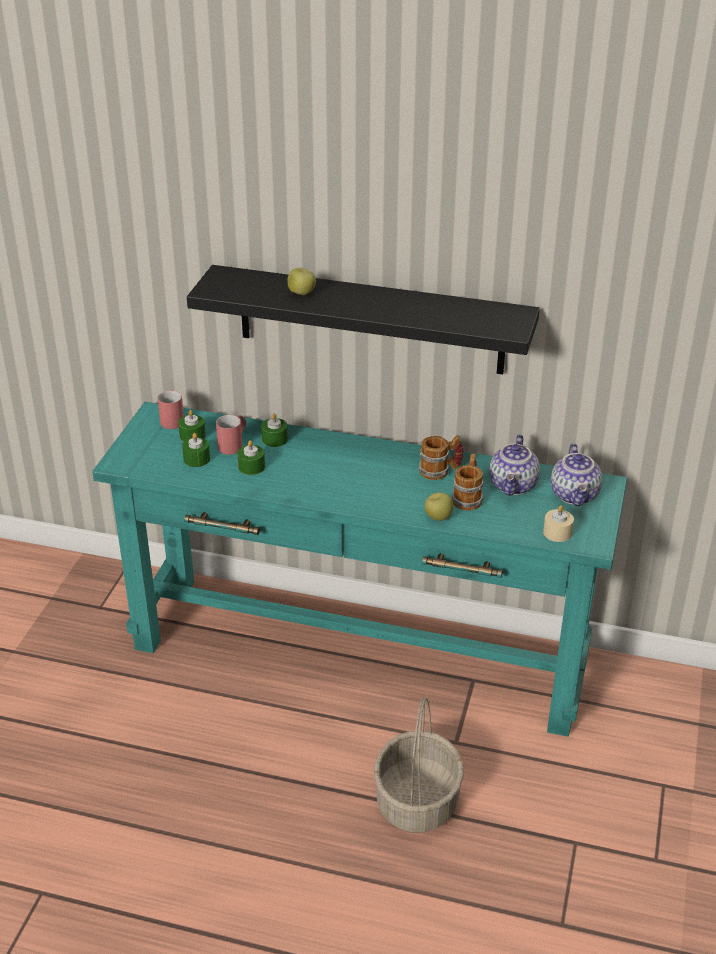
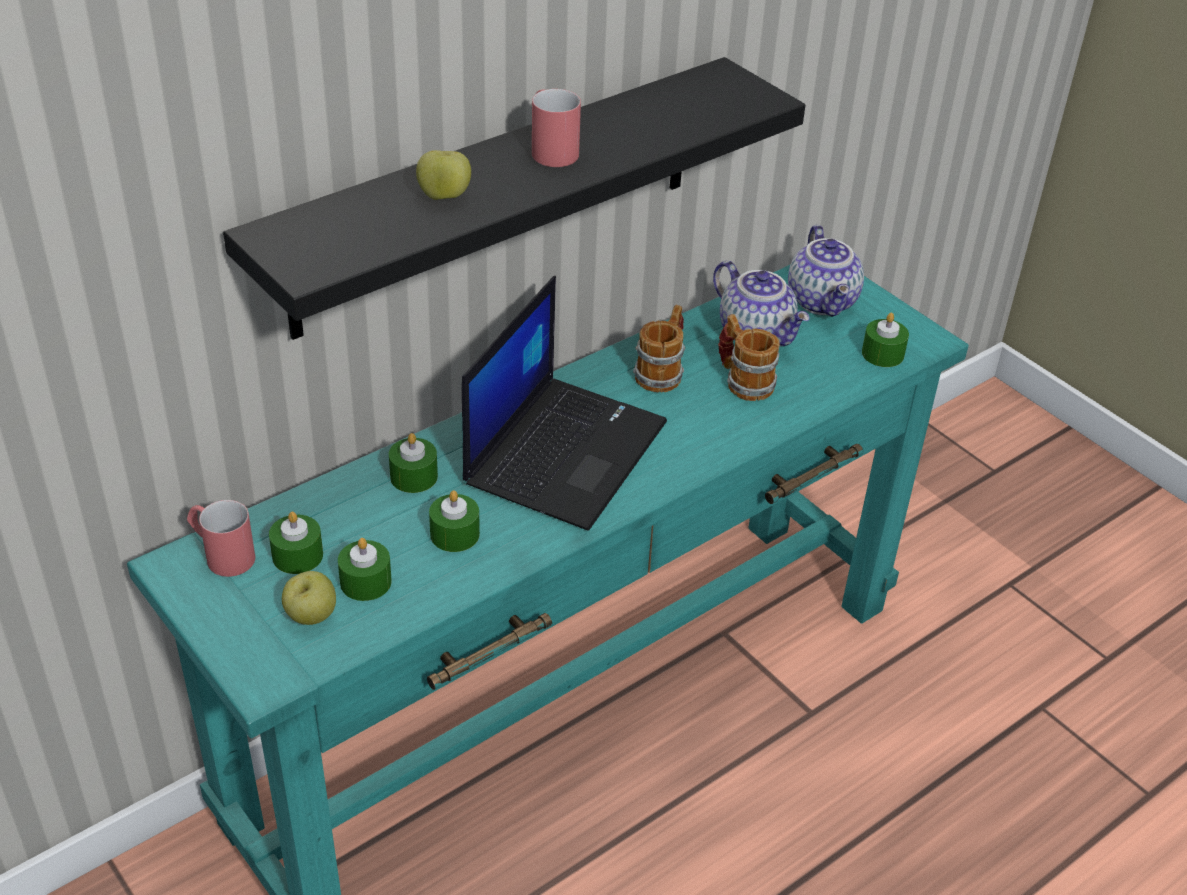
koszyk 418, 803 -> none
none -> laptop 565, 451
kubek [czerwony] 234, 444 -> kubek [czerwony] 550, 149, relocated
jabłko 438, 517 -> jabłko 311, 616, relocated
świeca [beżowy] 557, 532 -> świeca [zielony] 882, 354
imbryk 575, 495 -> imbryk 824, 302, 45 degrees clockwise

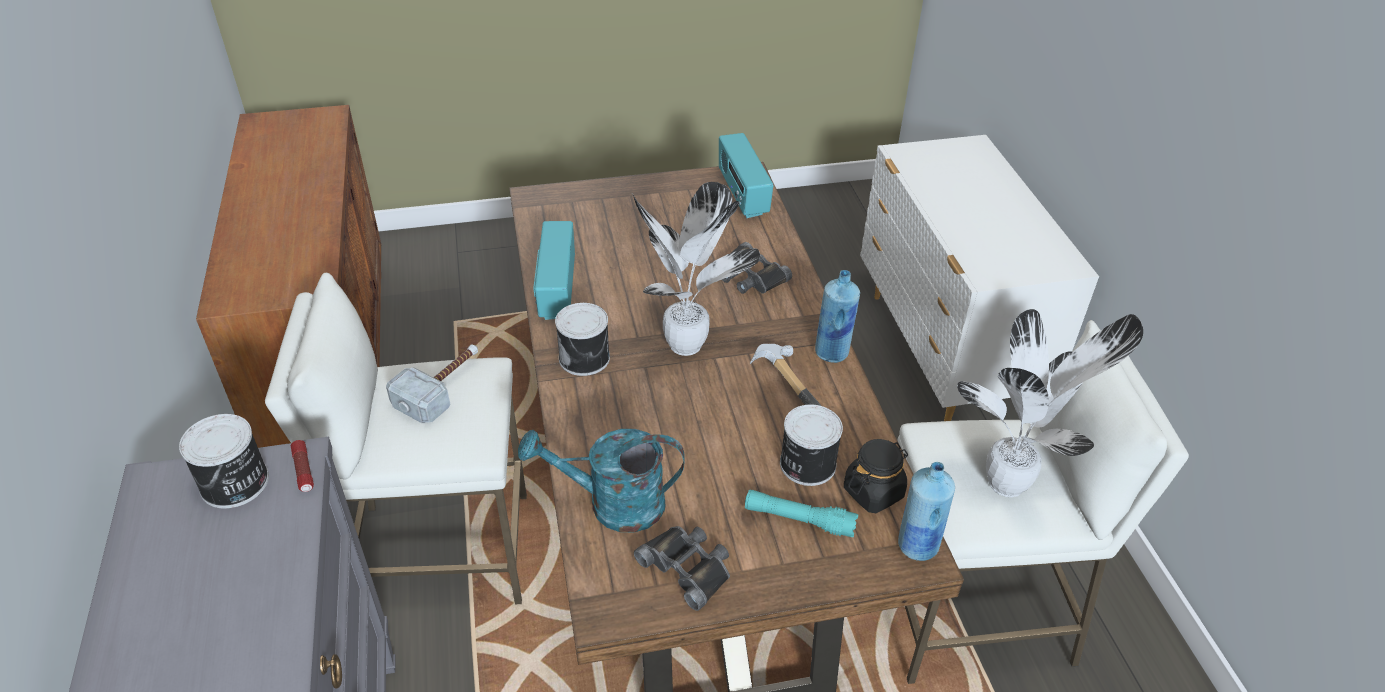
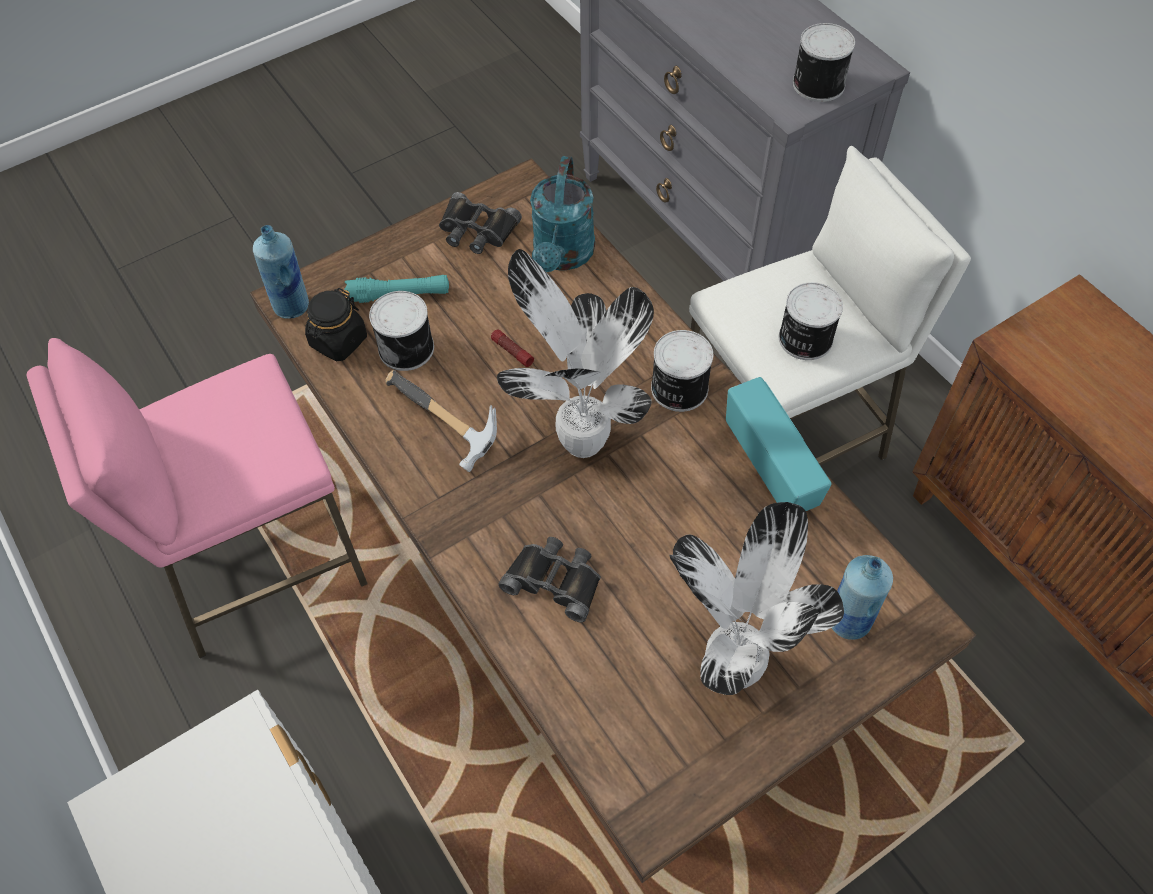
radio 742, 195 -> none
latarka 304, 471 -> latarka 512, 352, relocated
butelka [niebieski] 832, 352 -> butelka [niebieski] 848, 621, relocated
roślina doniczkowa 1010, 485 -> roślina doniczkowa 727, 670, relocated
młotek 443, 387 -> puszka 804, 339
stołek [biały] 973, 614 -> stołek [różowy] 260, 565
konewka [turkusowy] 612, 505 -> konewka [turkusowy] 562, 256, 120 degrees clockwise

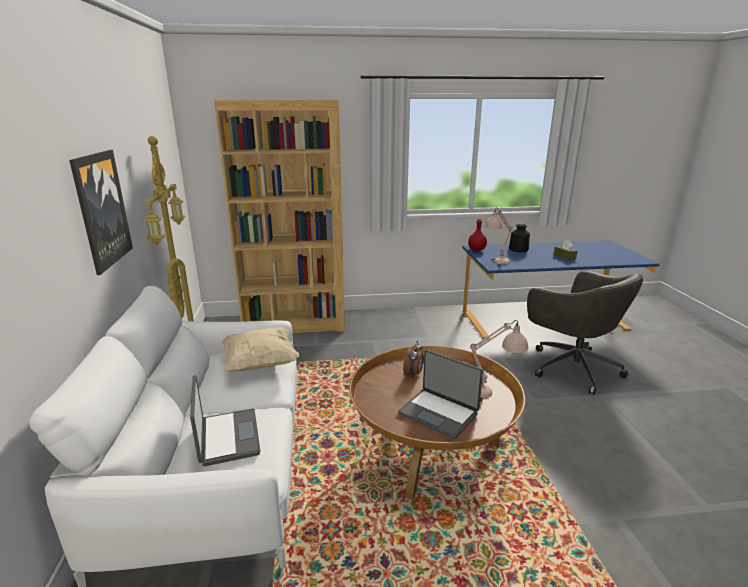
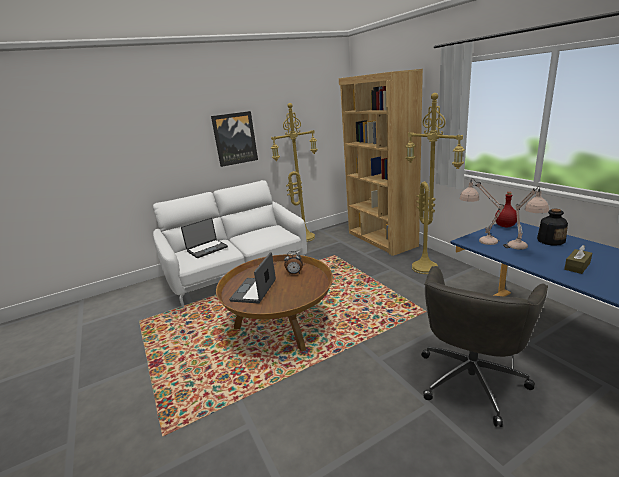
poduszka [beżowy] 260, 363 -> none
none -> lampa stojąca [żółty] 426, 268
lampa stołowa [beżowy] 493, 394 -> lampa stołowa [beżowy] 522, 249, relocated

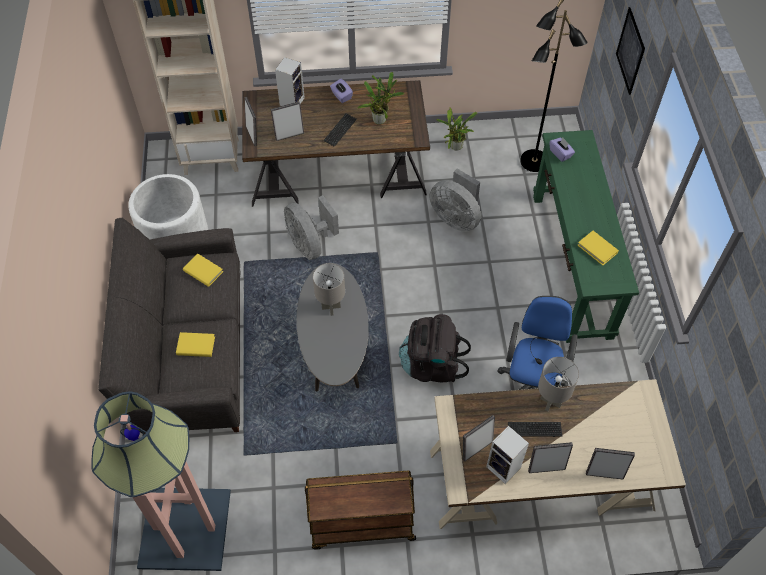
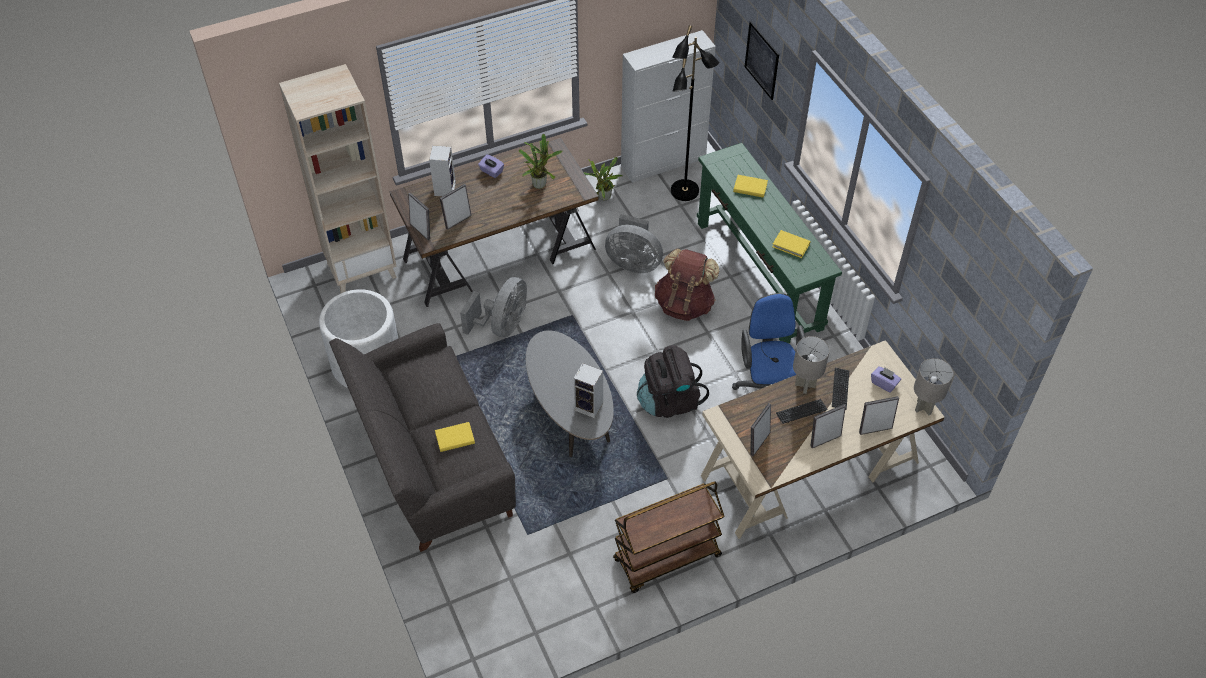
lampa stojąca 184, 529 -> none
none -> szafka [biały] 664, 162
none -> plecak [brązowy] 684, 304
książka [żółty] 203, 271 -> książka [żółty] 750, 188, relocated
lampa stołowa [szary] 331, 307 -> lampa stołowa [szary] 923, 408, relocated
klawiatura 340, 130 -> klawiatura 840, 389, relocated
głośnik 504, 468 -> głośnik 590, 406, relocated
pudełko chusteczek [fioletowy] 560, 154 -> pudełko chusteczek [fioletowy] 884, 383, relocated
wentylator [szary] 310, 244 -> wentylator [szary] 502, 326, 105 degrees counterclockwise

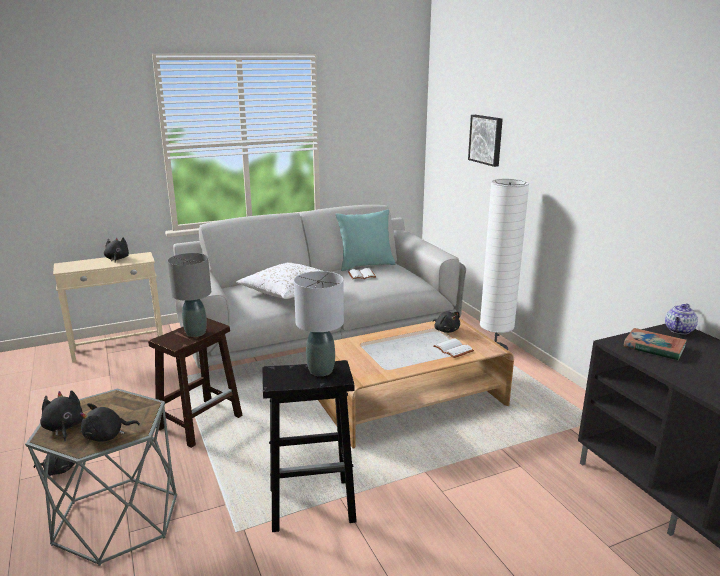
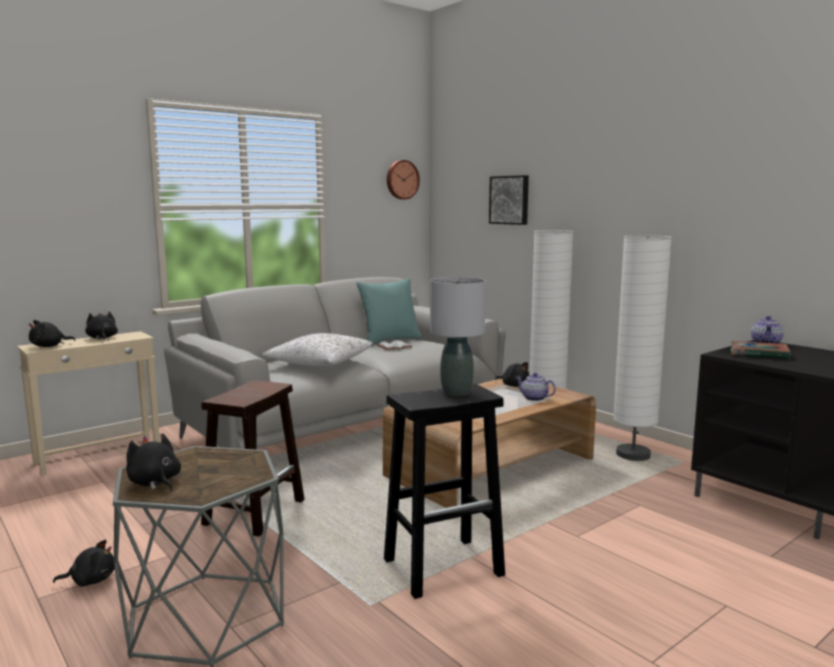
lampa stołowa [szary] 195, 333 -> none
none -> zegar ścienny 401, 179
none -> lampa stojąca [biały] 633, 455
pluszak [czarny] 107, 436 -> pluszak [czarny] 49, 346, relocated
książka [biały] 452, 349 -> imbryk 533, 398

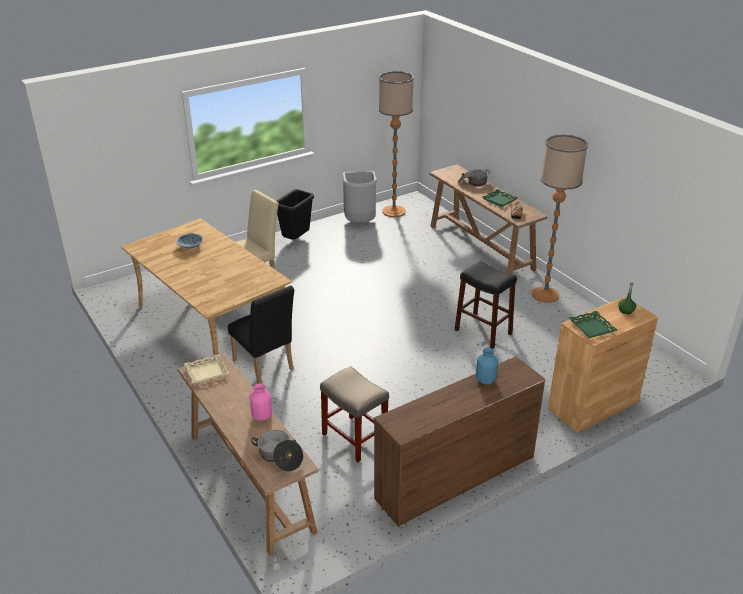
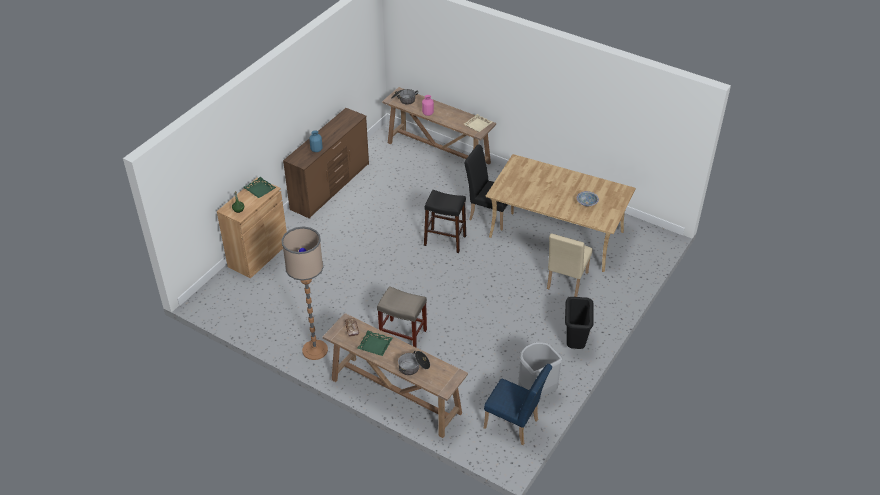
stołek [beżowy] 355, 439 -> stołek [beżowy] 402, 334, relocated
stołek [czarny] 483, 332 -> stołek [czarny] 445, 240, relocated
lampa stojąca 394, 211 -> krzesło [niebieski] 514, 426

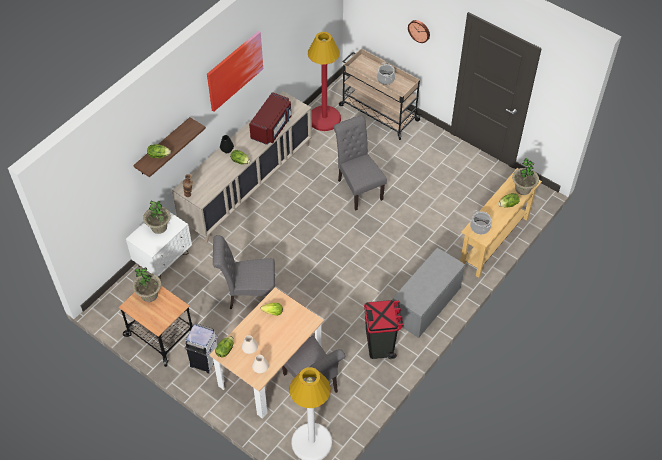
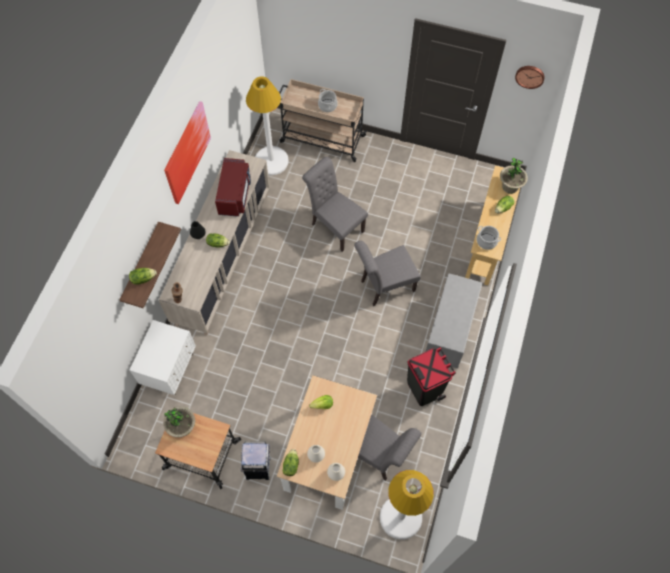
roślina doniczkowa 159, 227 -> none
krzesło [szary] 248, 295 -> krzesło [szary] 384, 286, relocated
zegar ścienny 419, 30 -> zegar ścienny 530, 76, relocated
lampa stojąca [czerwony] 324, 119 -> lampa stojąca [biały] 271, 161

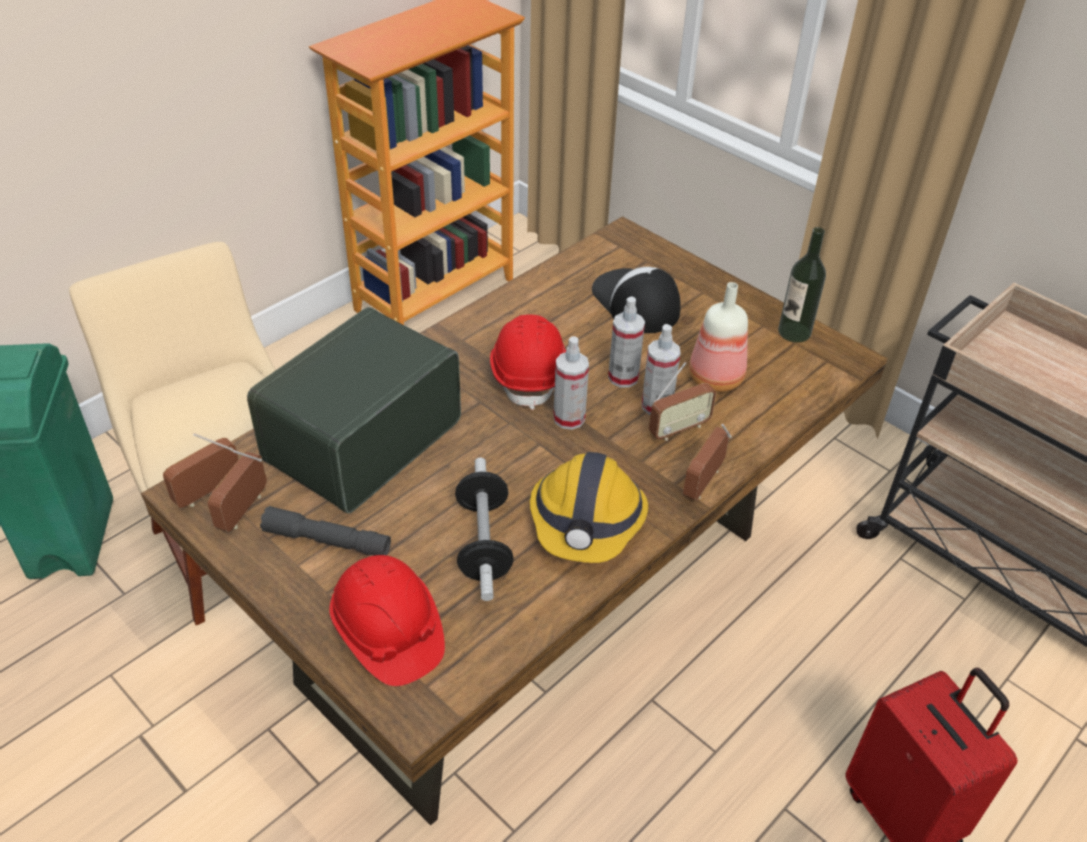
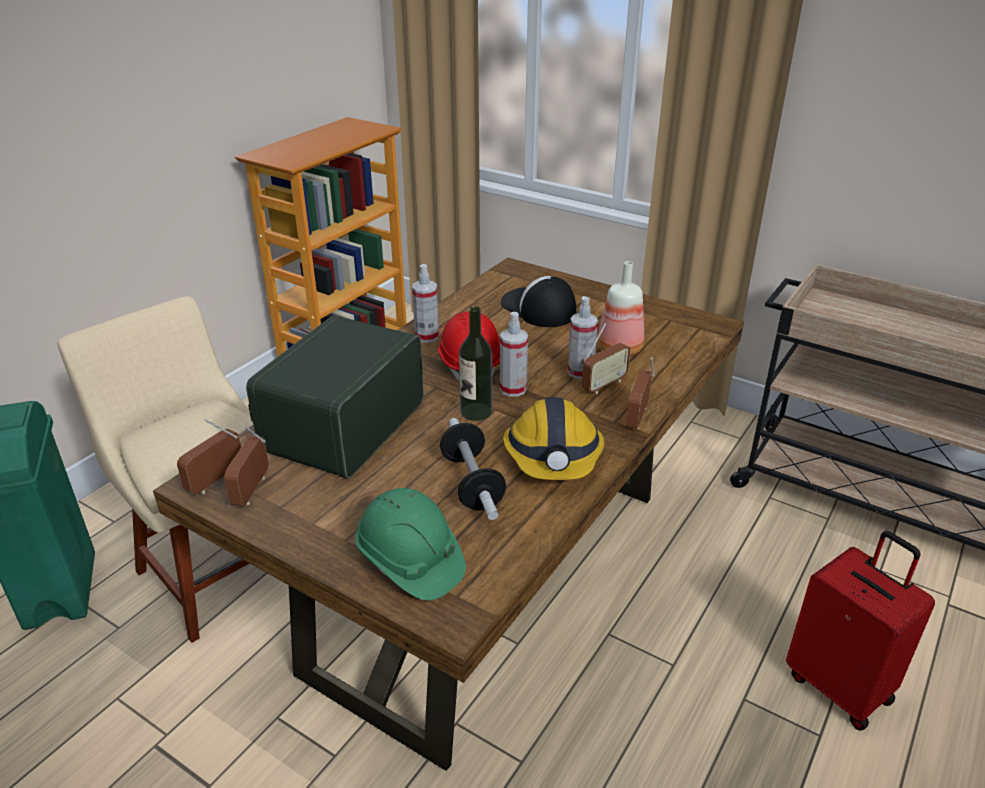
latarka [szary] 327, 541 -> none
spryskiwacz 623, 377 -> spryskiwacz 427, 336, relocated
butelka 794, 332 -> butelka 476, 411, relocated
kask [czerwony] 387, 633 -> kask [zielony] 410, 562

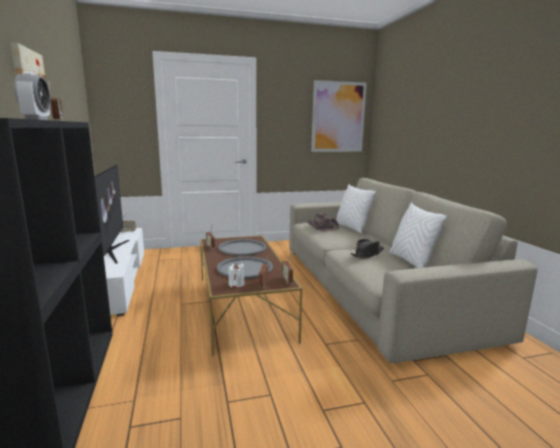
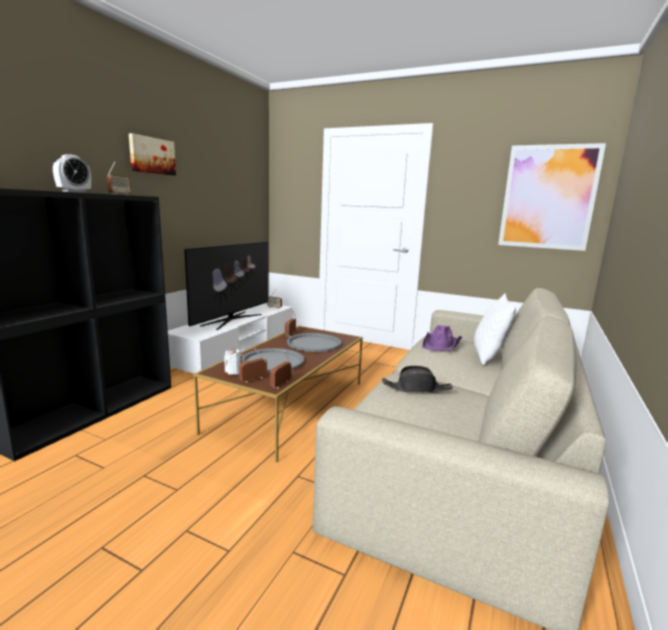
poduszka [biały] 411, 261 -> none
kapelusz [brązowy] 323, 227 -> kapelusz [fioletowy] 441, 344

